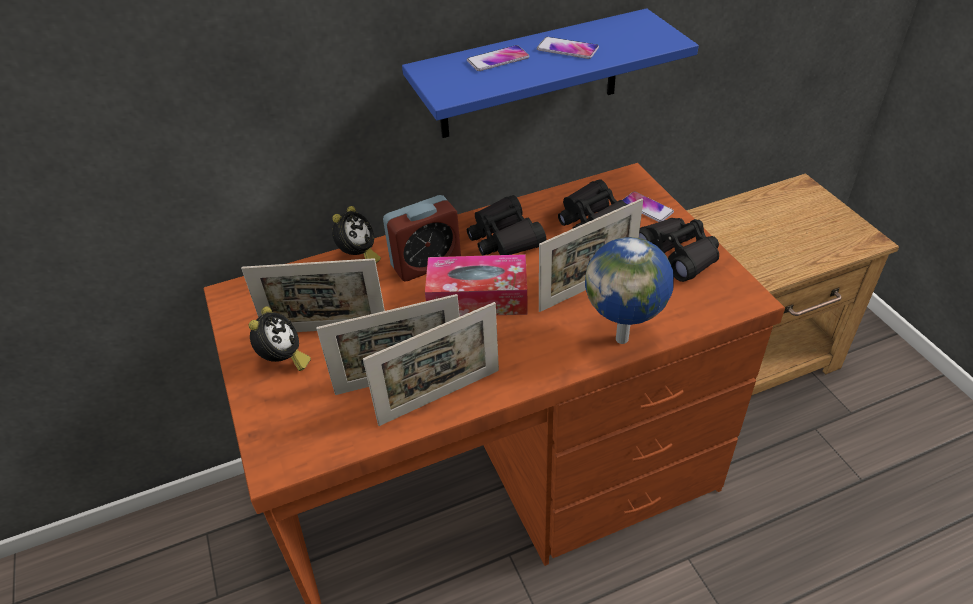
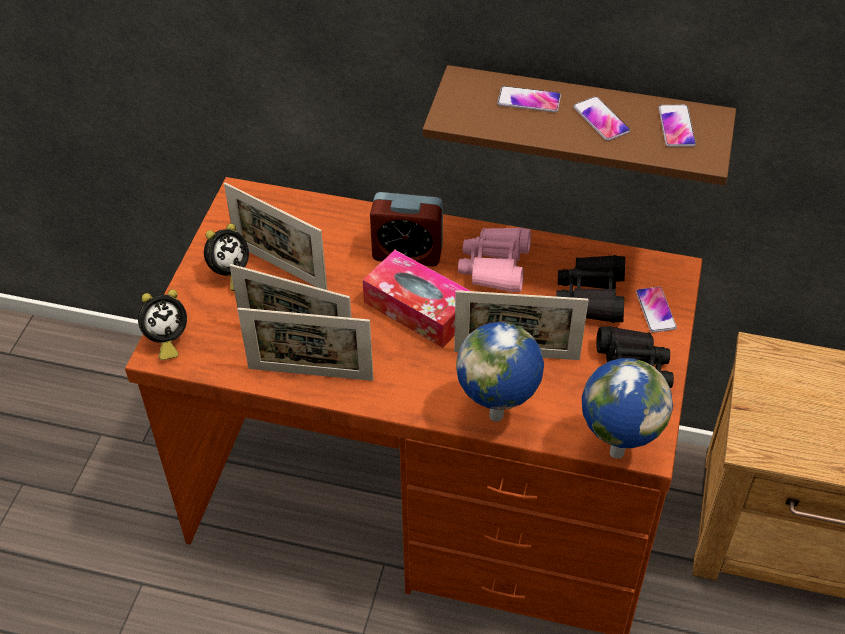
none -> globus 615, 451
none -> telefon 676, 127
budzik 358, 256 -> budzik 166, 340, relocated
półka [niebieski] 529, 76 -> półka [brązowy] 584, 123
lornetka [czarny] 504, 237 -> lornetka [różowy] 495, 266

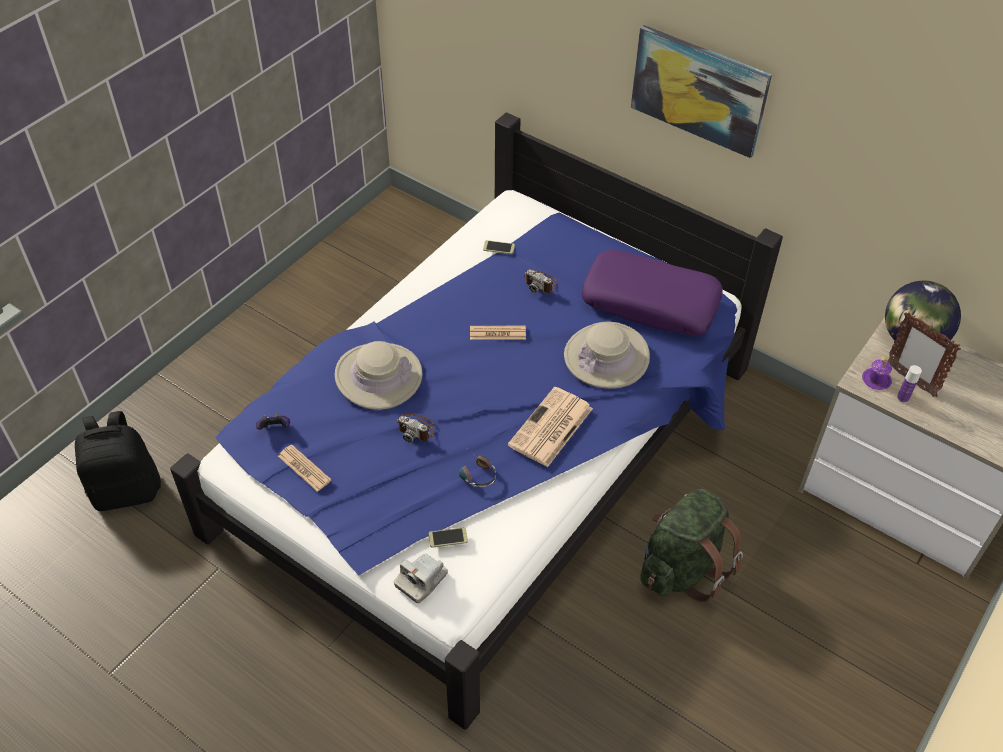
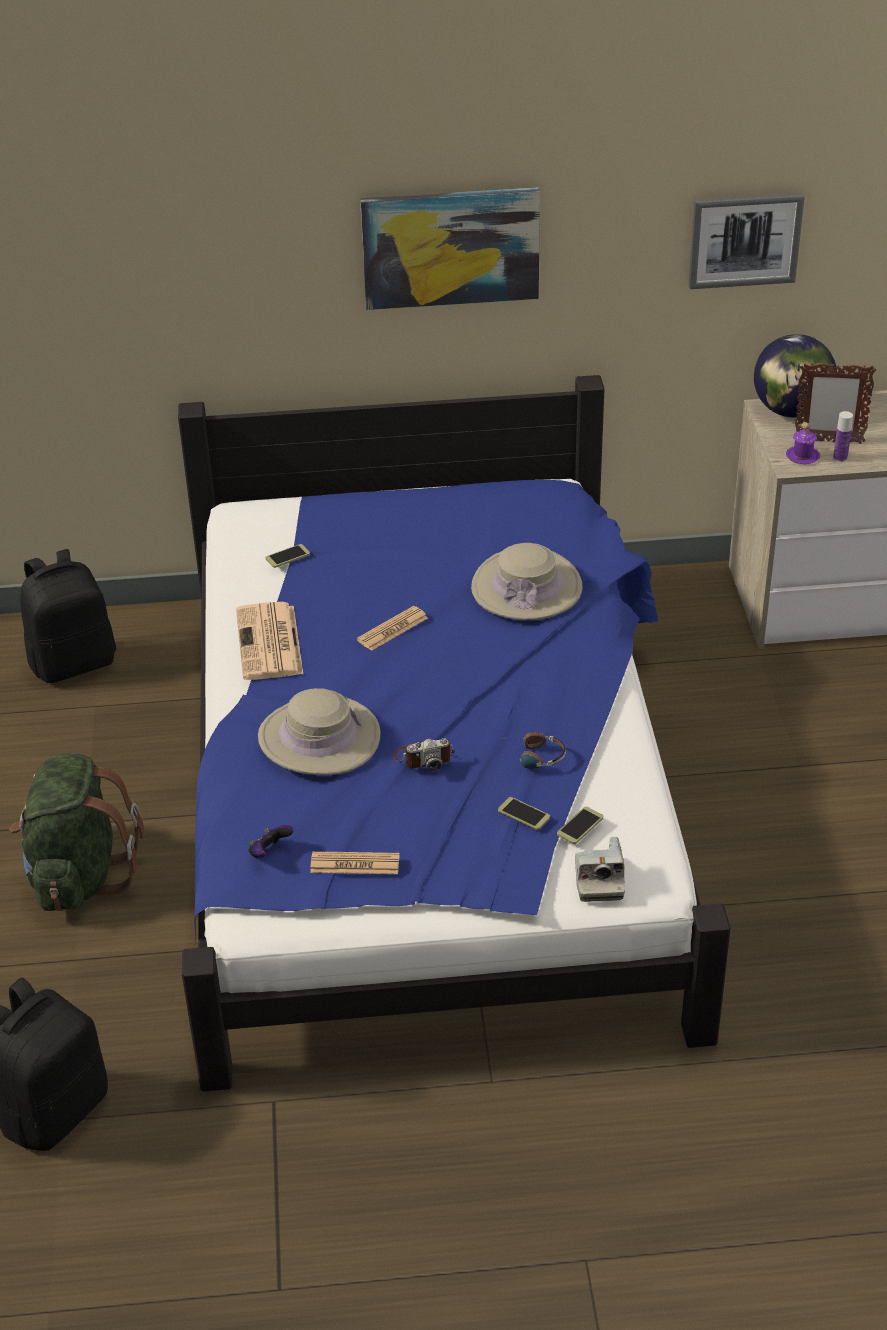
aparat fotograficzny 541, 283 -> none
poduszka [fioletowy] 650, 302 -> none
none -> plecak [czarny] 74, 662
none -> telefon 524, 814
none -> obraz 744, 240
gazeta 550, 428 -> gazeta 270, 643, relocated
plecak [zielony] 682, 568 -> plecak [zielony] 79, 876, relocated

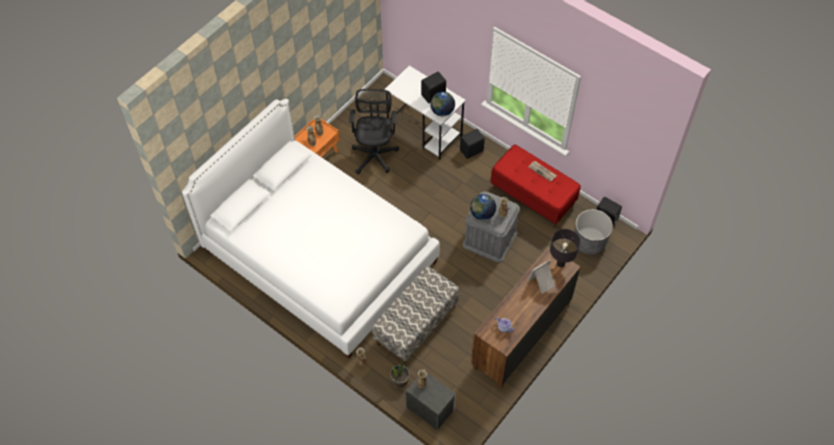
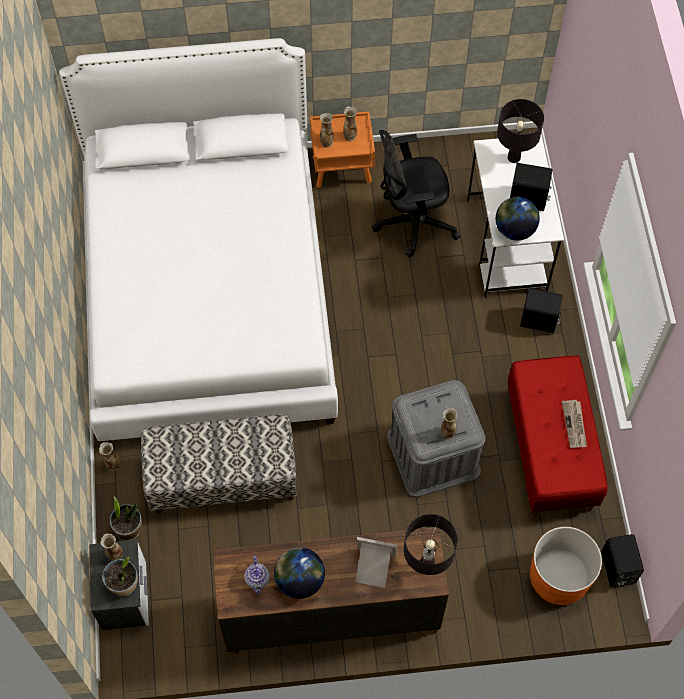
none -> roślina doniczkowa 124, 584
none -> lampa stołowa [czarny] 513, 158
globus 482, 214 -> globus 299, 580, relocated
donica [szary] 589, 242 -> donica [pomarańczowy] 559, 577
krzesło biurowe [czarny] 375, 154 -> krzesło biurowe [czarny] 411, 223, 150 degrees counterclockwise

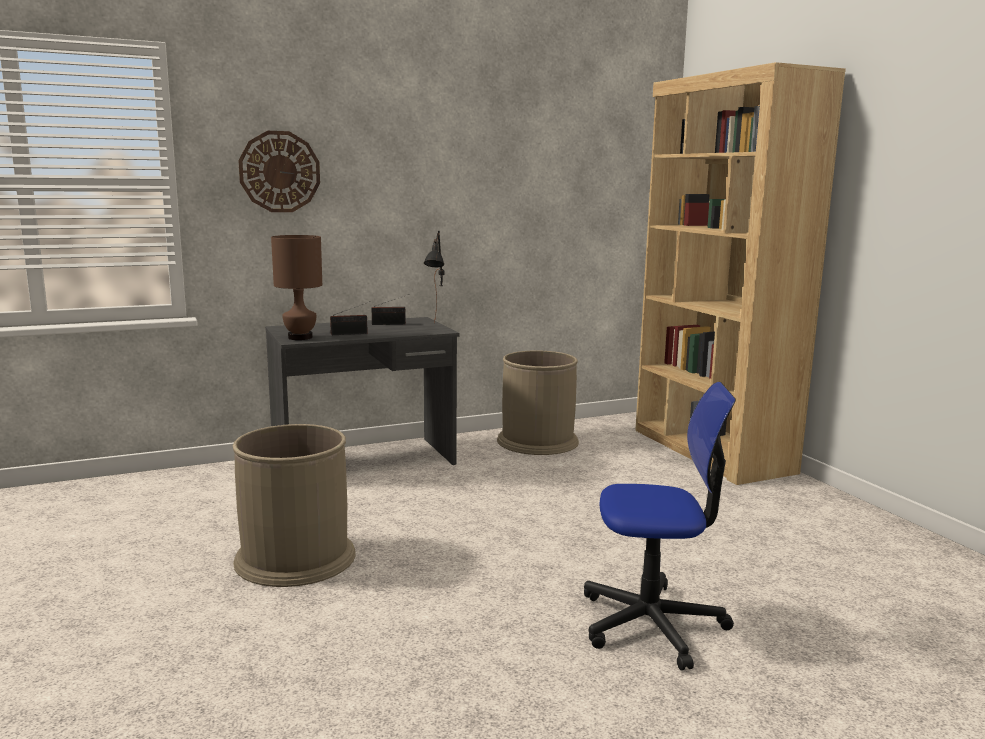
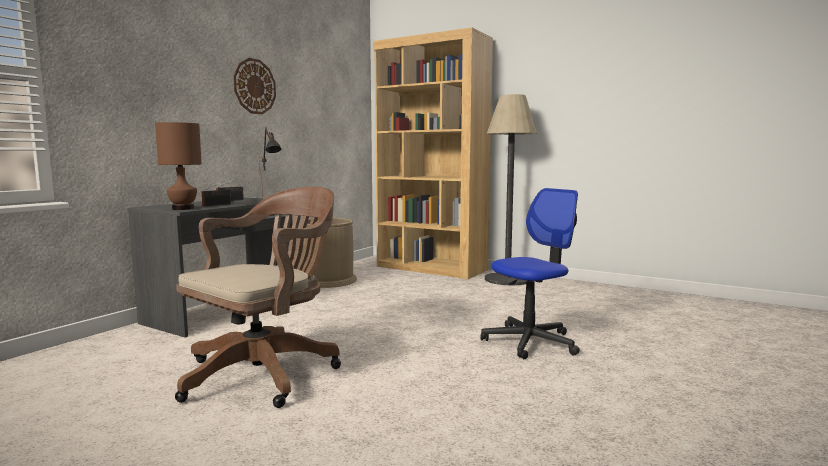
none -> lampa stojąca 507, 279
zegar ścienny 279, 172 -> zegar ścienny 254, 86, relocated
kosz na śmieci [brązowy] 295, 558 -> krzesło biurowe [brązowy] 266, 372

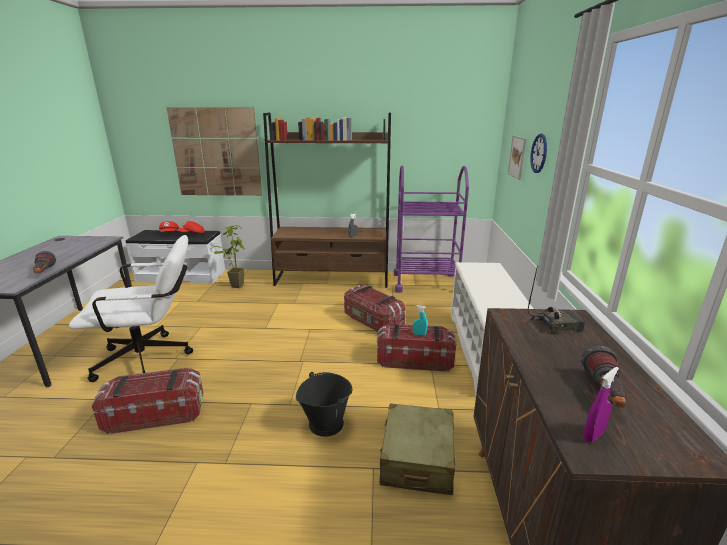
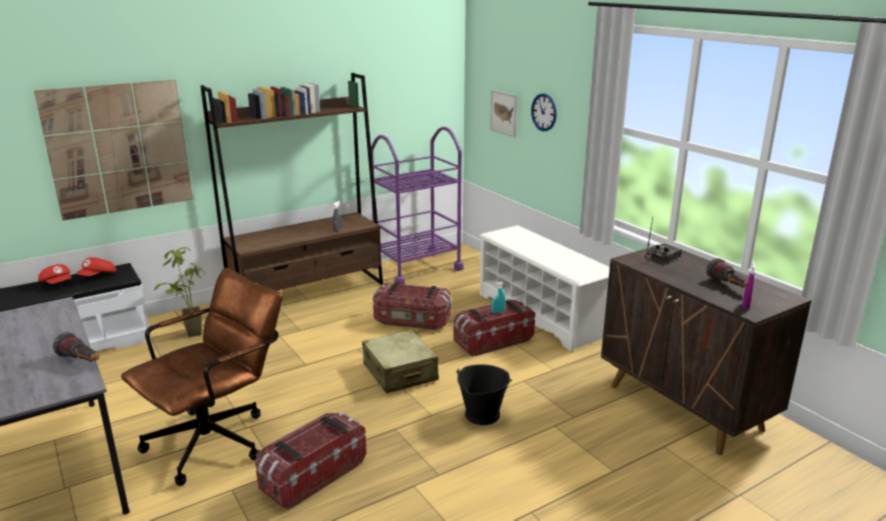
walizka [beżowy] 417, 459 -> walizka [beżowy] 400, 372, relocated
krzesło biurowe [biały] 152, 359 -> krzesło biurowe [brązowy] 218, 438

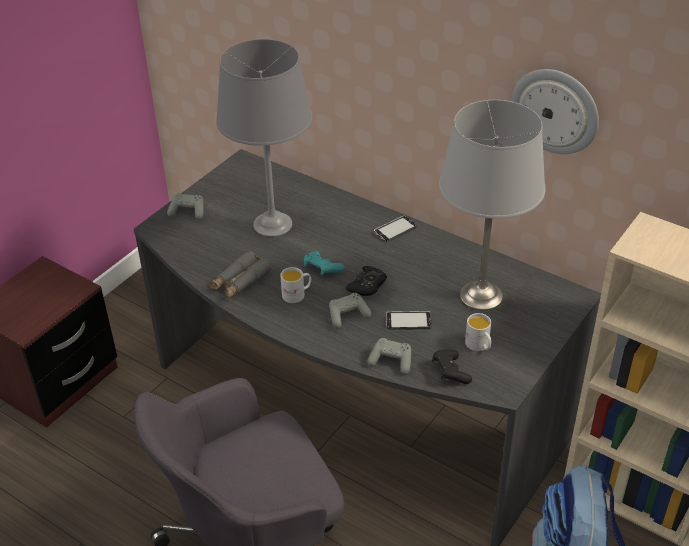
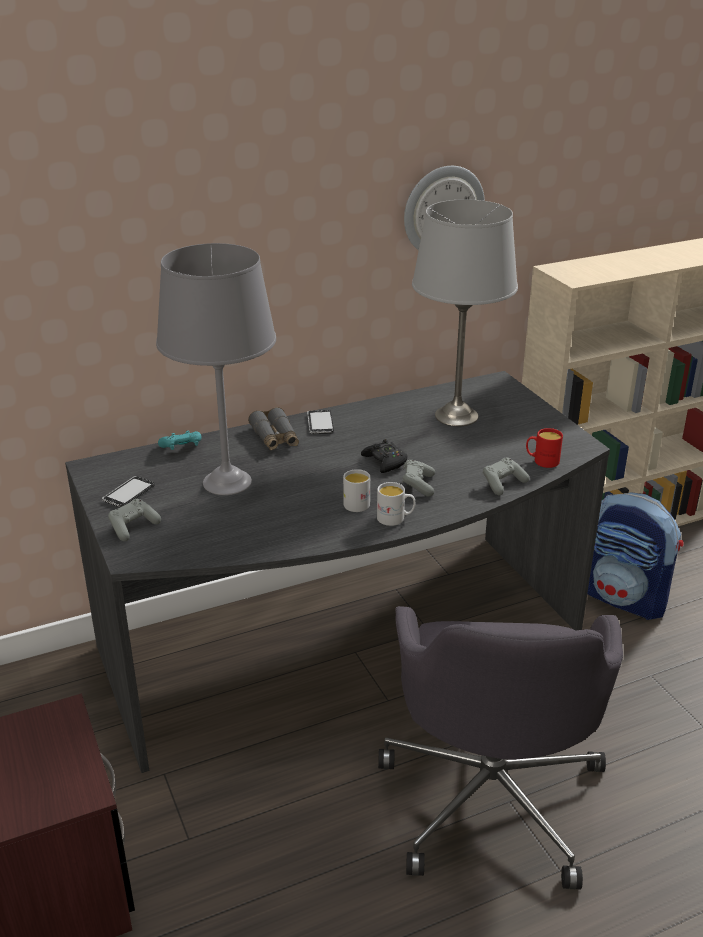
lornetka [szary] 240, 282 -> lornetka [szary] 275, 438, relocated
pad do gier [turkusowy] 322, 269 -> pad do gier [turkusowy] 182, 448, relocated
telefon 408, 321 -> telefon 129, 493, relocated
kubek [biały] 479, 346 -> kubek [biały] 395, 518, relocated
pad do gier [czarny] 450, 372 -> kubek [czerwony] 542, 461

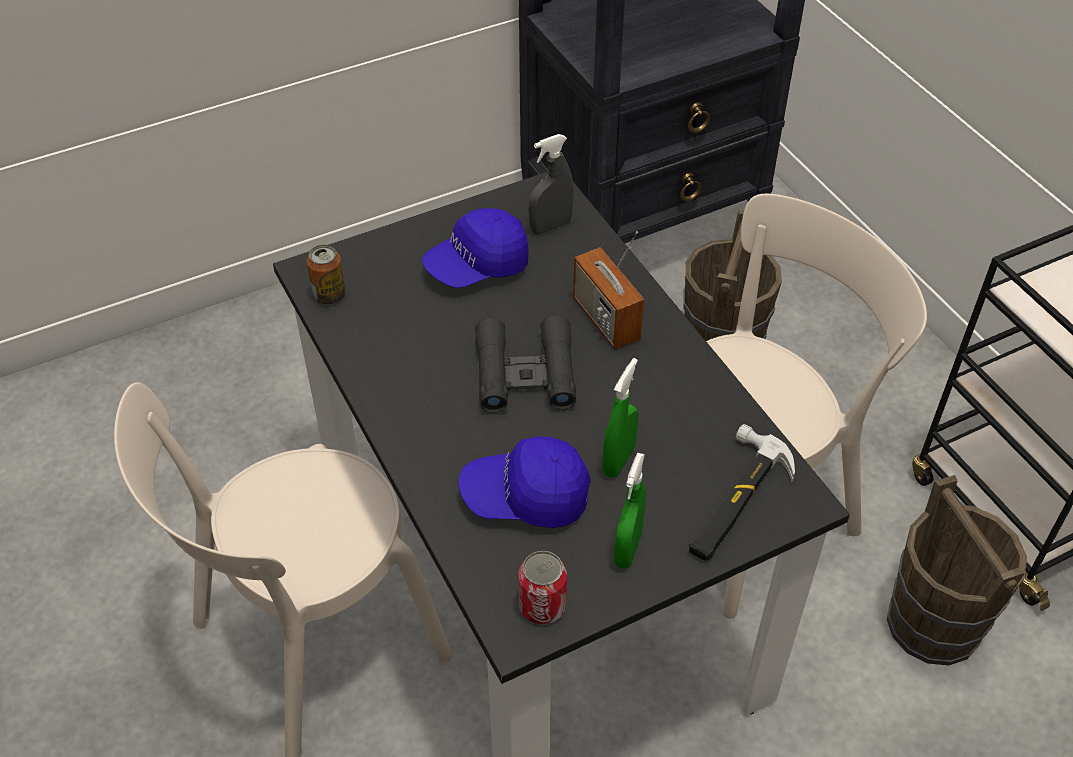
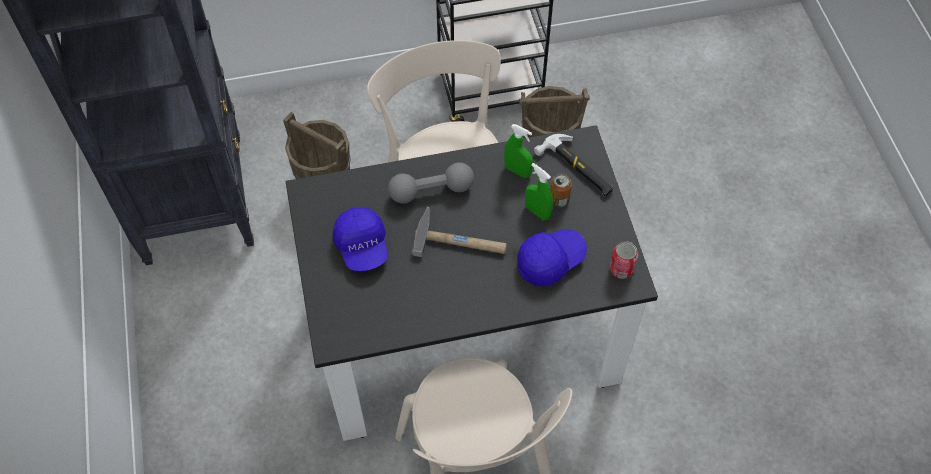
spryskiwacz [szary] 550, 227 -> none
puszka 329, 295 -> puszka 559, 200, relocated
spryskiwacz [zielony] 627, 549 -> spryskiwacz [zielony] 517, 171, relocated
lornetka [czarny] 525, 373 -> młotek 461, 241
radio 606, 319 -> hantel [szary] 431, 191
czapka z daszkiem [niebieski] 526, 497 -> czapka z daszkiem [niebieski] 550, 260, 135 degrees counterclockwise

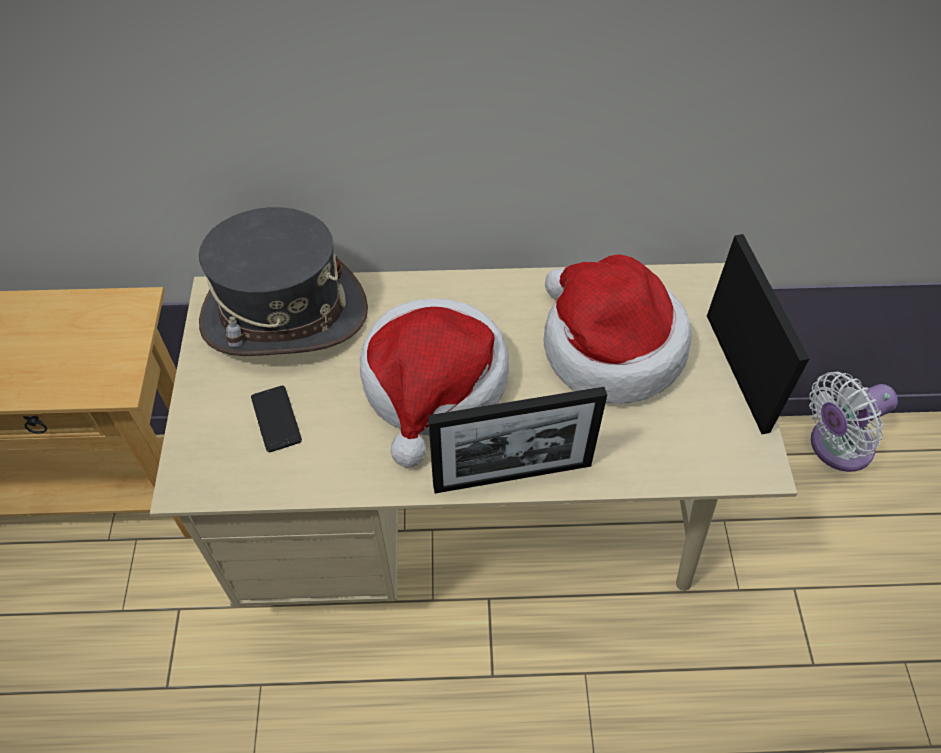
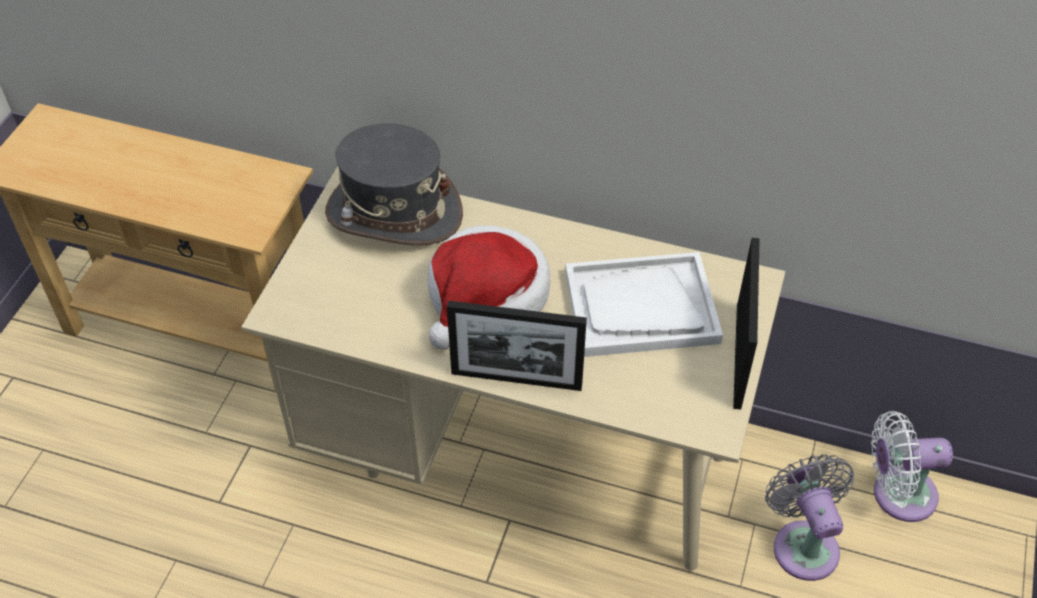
telefon 276, 419 -> none
none -> wentylator [szary] 803, 543
kapelusz 608, 347 -> taca [biały] 640, 307

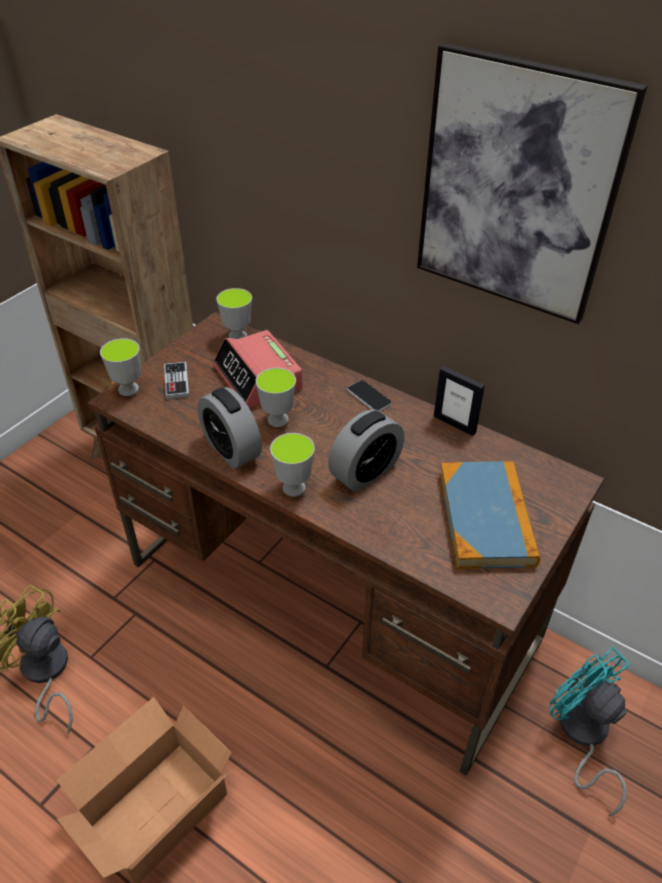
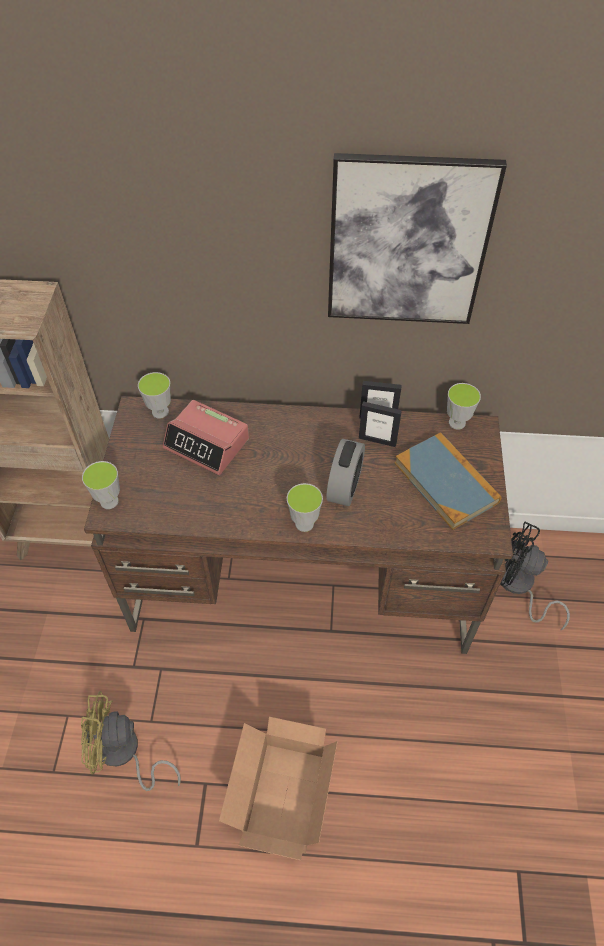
pad do gier 176, 382 -> none
budzik 231, 449 -> none
telefon 369, 397 -> none
none -> ramka na zdjęcie 377, 440
filiżanka 278, 420 -> filiżanka 457, 423, relocated
wentylator [turkusowy] 582, 735 -> wentylator [czarny] 519, 587

